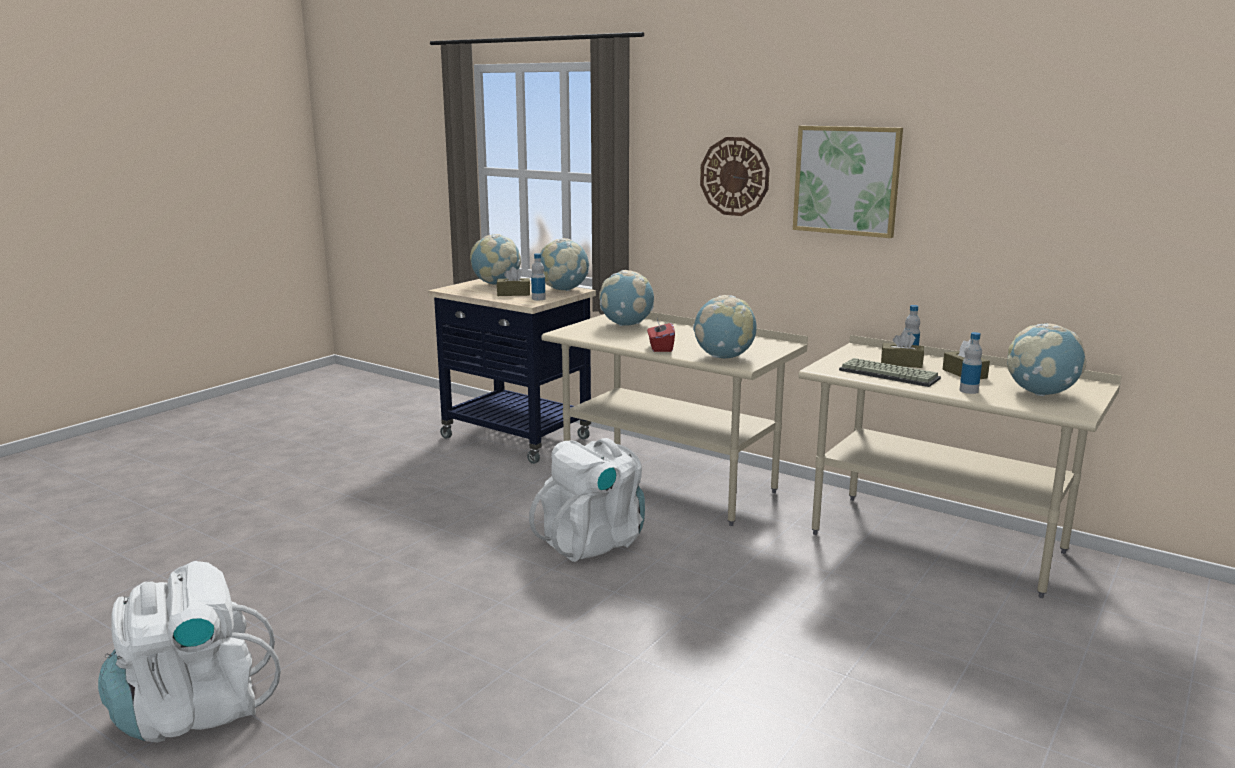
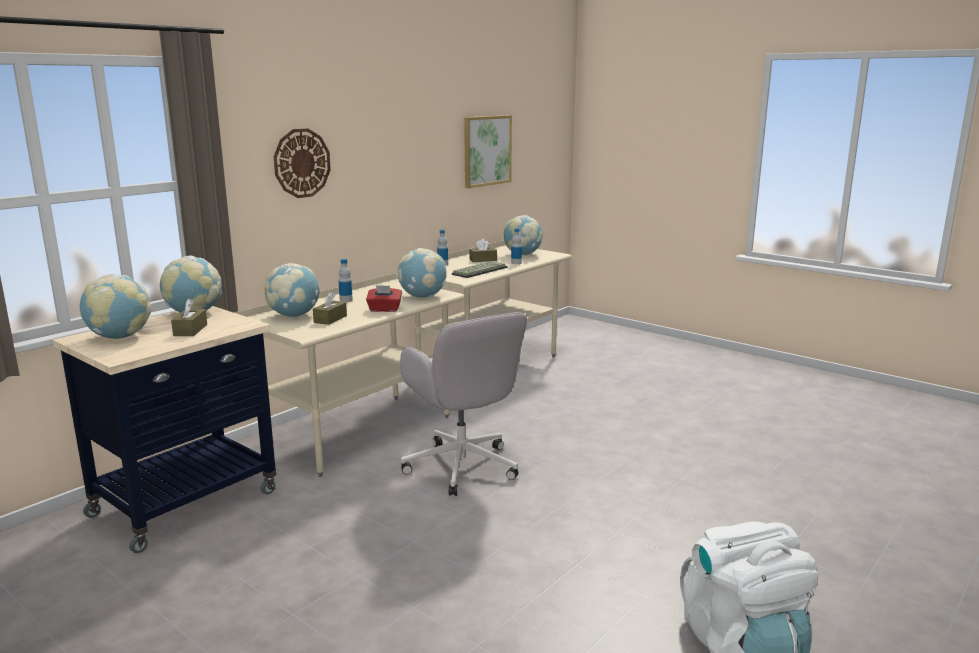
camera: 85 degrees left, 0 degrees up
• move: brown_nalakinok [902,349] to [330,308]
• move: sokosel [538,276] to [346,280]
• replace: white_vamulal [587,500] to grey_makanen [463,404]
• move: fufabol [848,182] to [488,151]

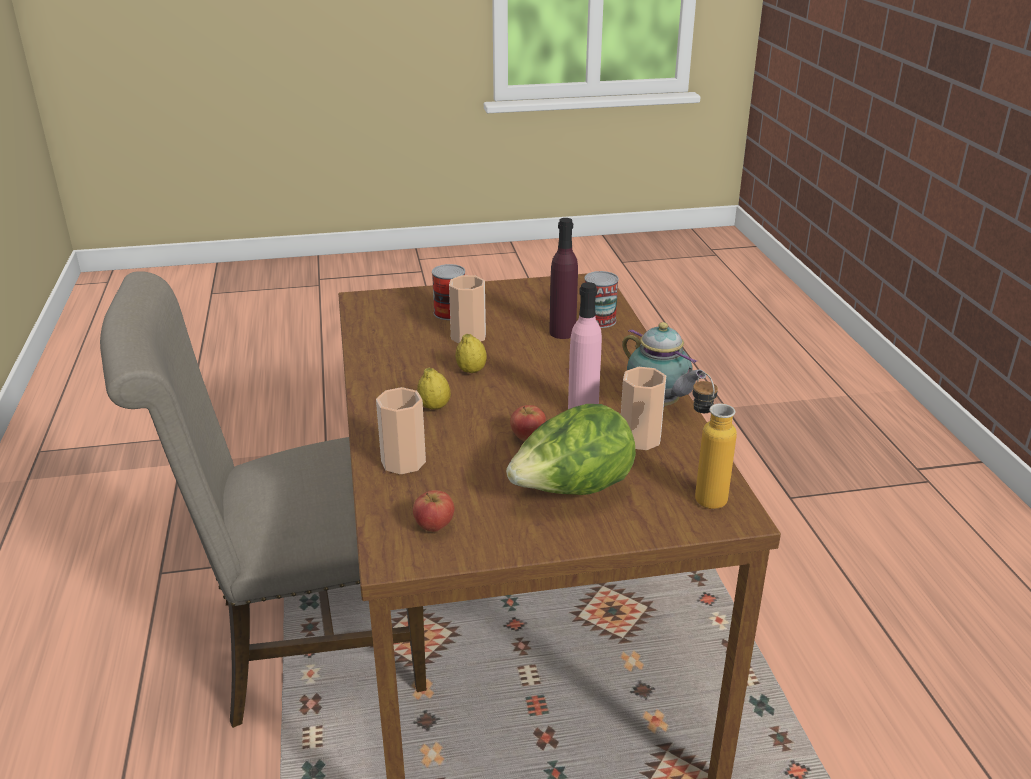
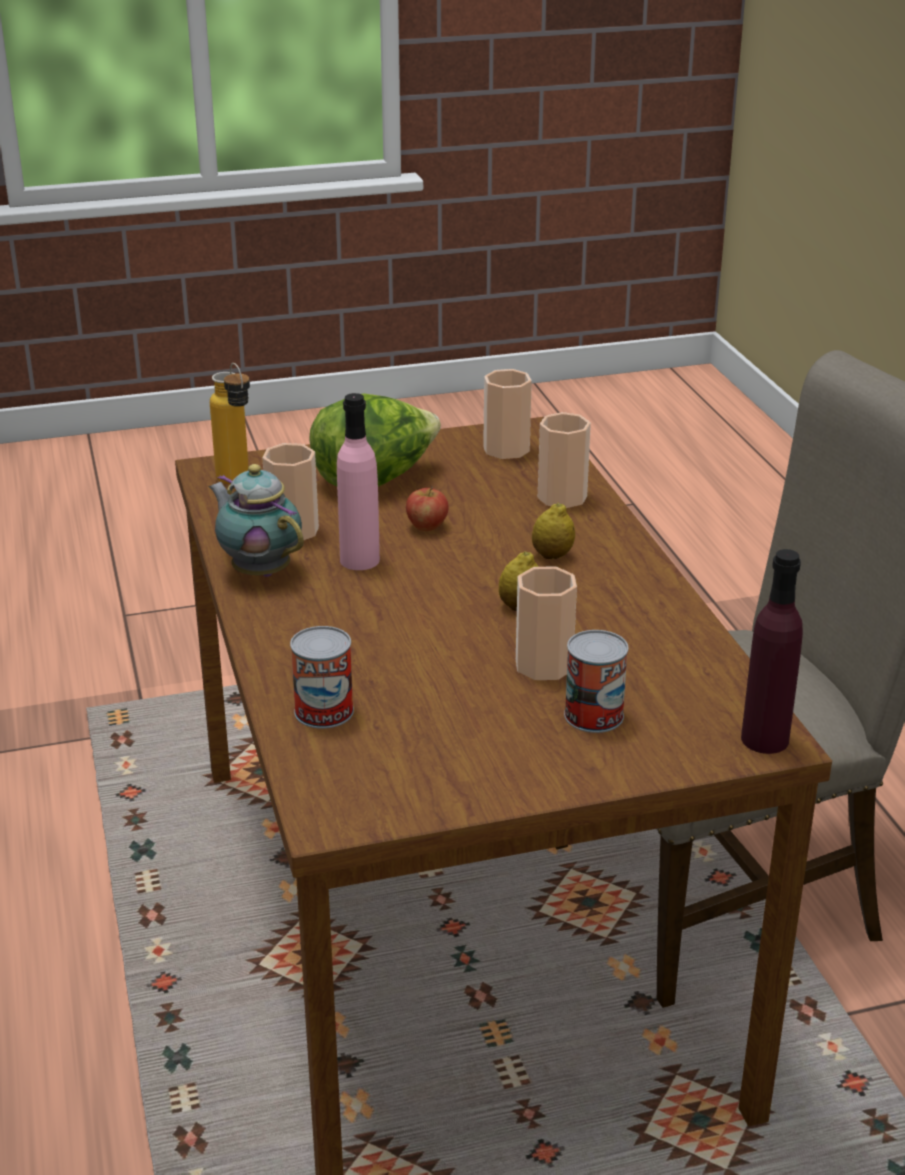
camera: 175 degrees right, 0 degrees up
• replace: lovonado [433,511] to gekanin [507,414]
• move: purple_sokosel [563,278] to [772,651]

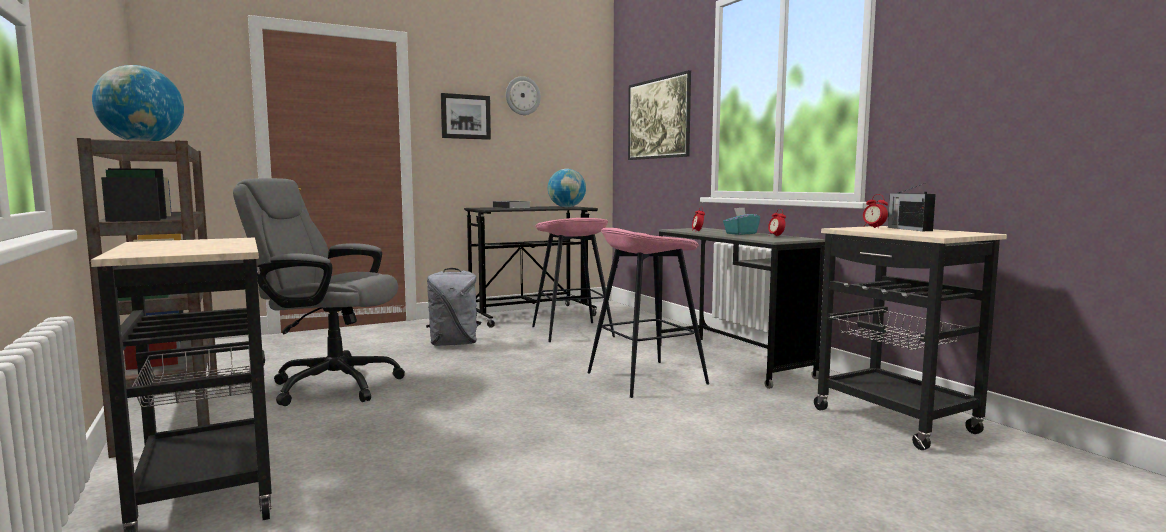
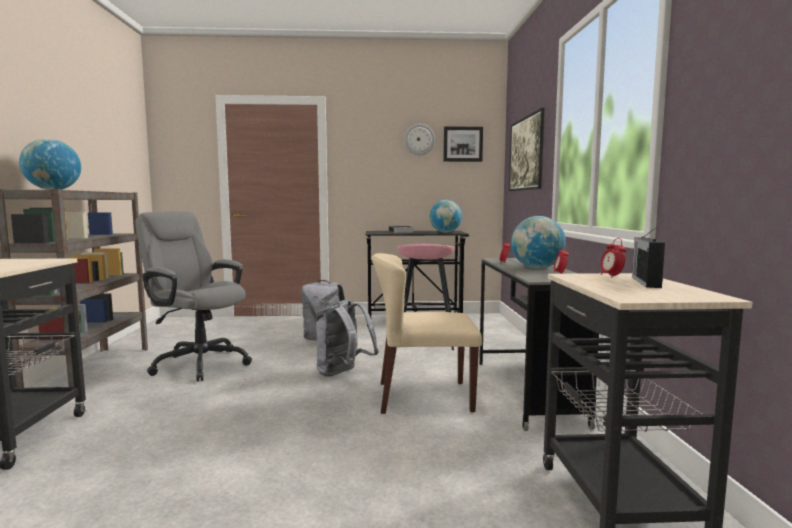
camera: 25 degrees right, 0 degrees up
• insert: grey_vamulal [347,338]
• replace: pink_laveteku [648,313] to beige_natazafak [426,333]
• move: fufabol [466,116] to [463,144]
• replace: turquoise_nalakinok [741,221] to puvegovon [538,242]

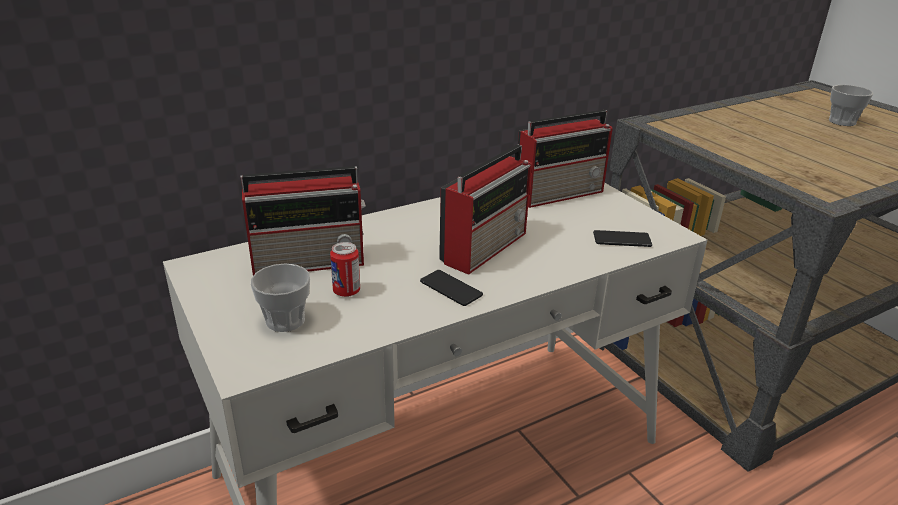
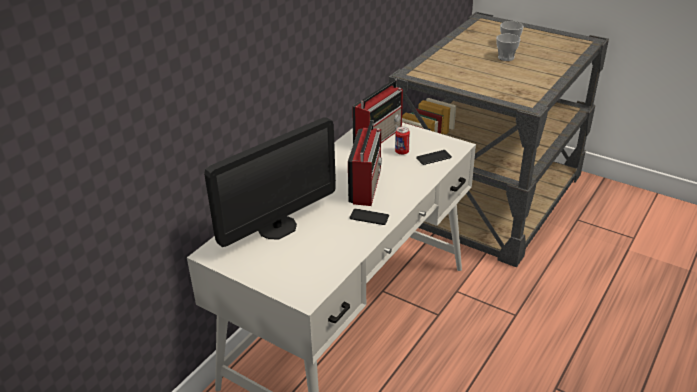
camera: 25 degrees left, 5 degrees up
• replace: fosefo [303,221] to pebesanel [270,182]
• move: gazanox [345,269] to [402,141]
• move: gekanin [280,297] to [508,47]

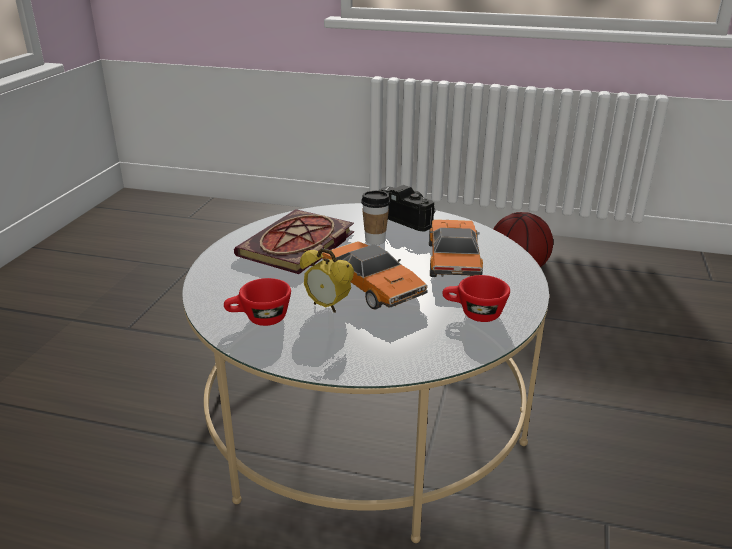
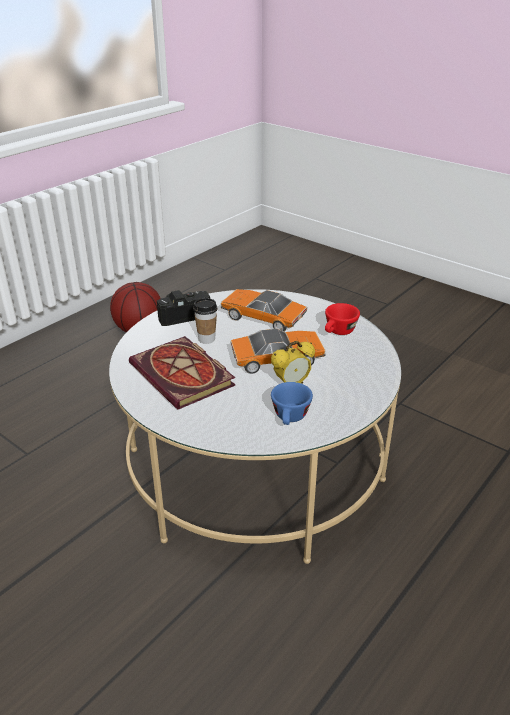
camera: 65 degrees left, 5 degrees up
• recolor: red_gekanin [257,302] to blue_gekanin [292,403]

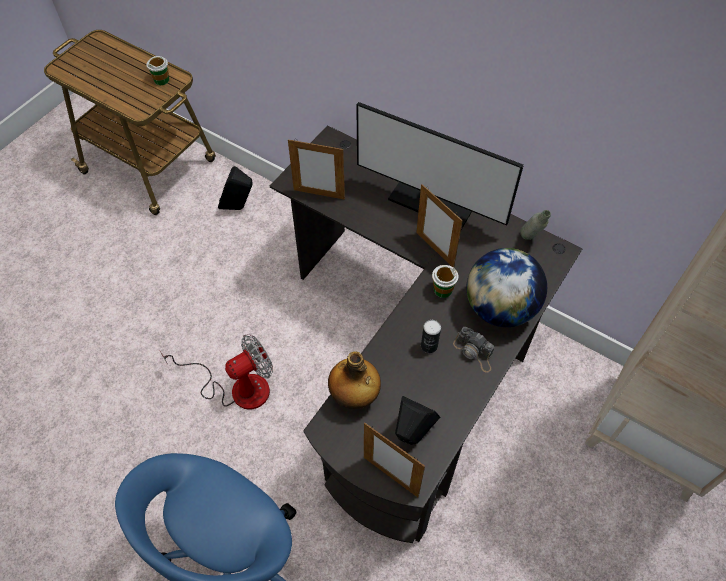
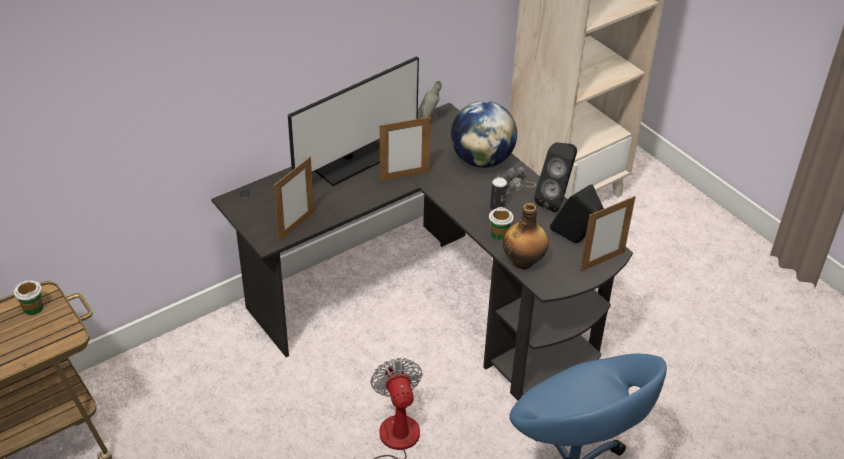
camera: 70 degrees left, 15 degrees down
• move: gekanin [445,281] to [501,223]
• move: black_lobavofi [235,188] to [555,177]

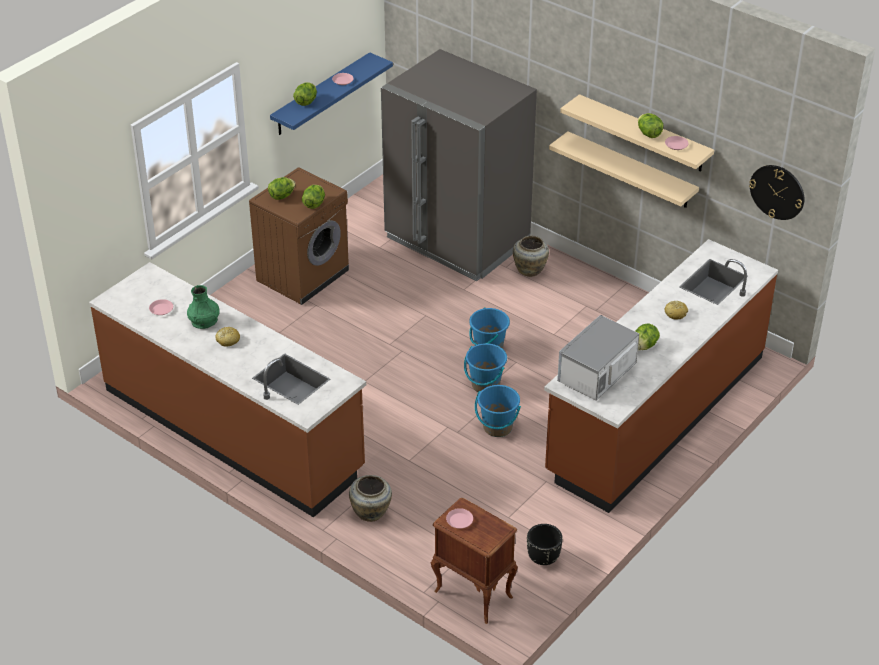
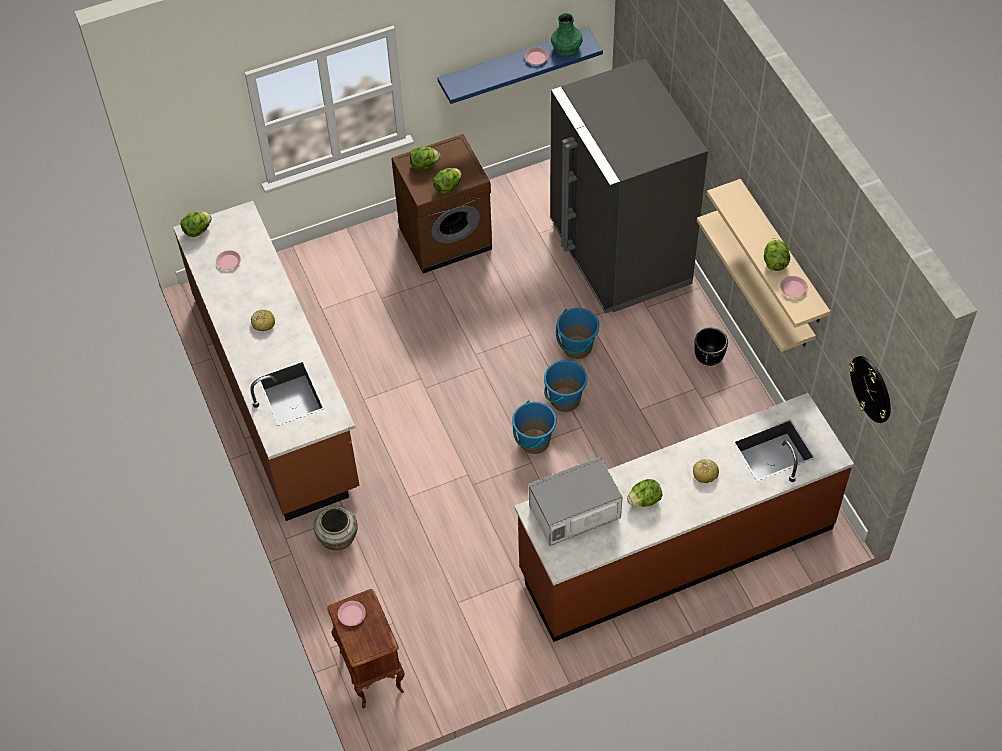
camera: 30 degrees right, 15 degrees up
• move: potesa [305,94] to [196,224]
• move: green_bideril [203,307] to [567,34]
• move: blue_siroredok [498,411] to [577,333]
• move: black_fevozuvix [545,544] to [711,346]
• delete: beige_bideril [531,256]

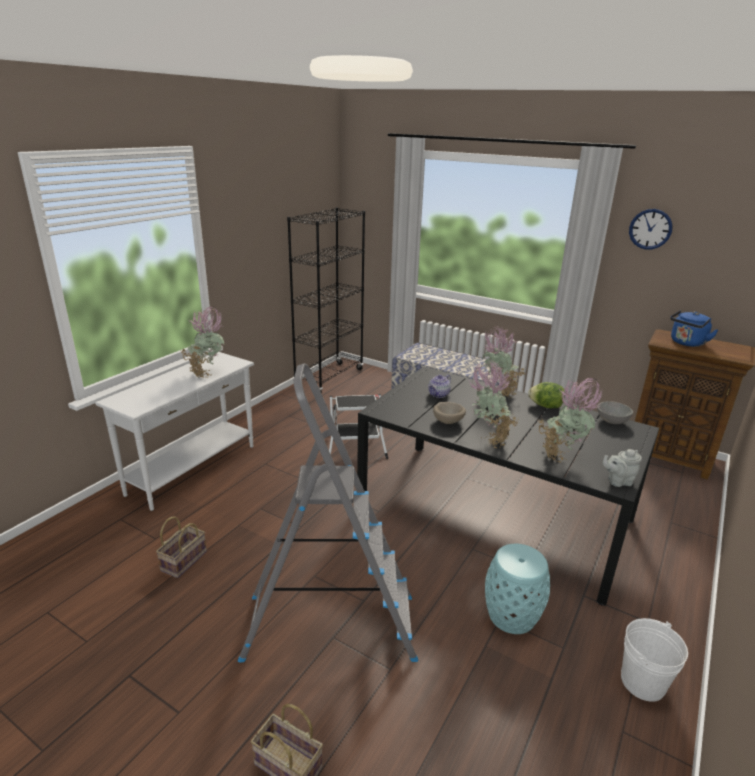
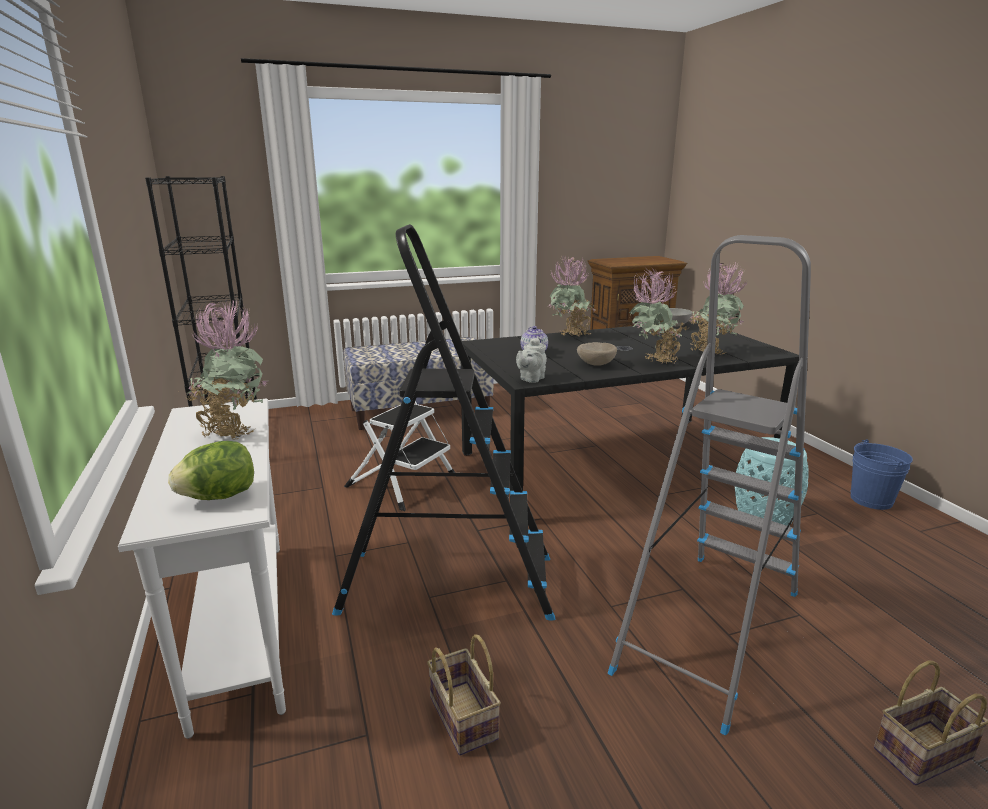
camera: 50 degrees left, 5 degrees down
• move: potesa [546,395] to [211,470]
• insert: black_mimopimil [443,422]
• move: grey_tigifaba [622,468] to [531,360]
• recolor: white_siroredok [654,660] to blue_siroredok [881,474]
• delete: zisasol [651,229]
• delete: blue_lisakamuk [694,328]

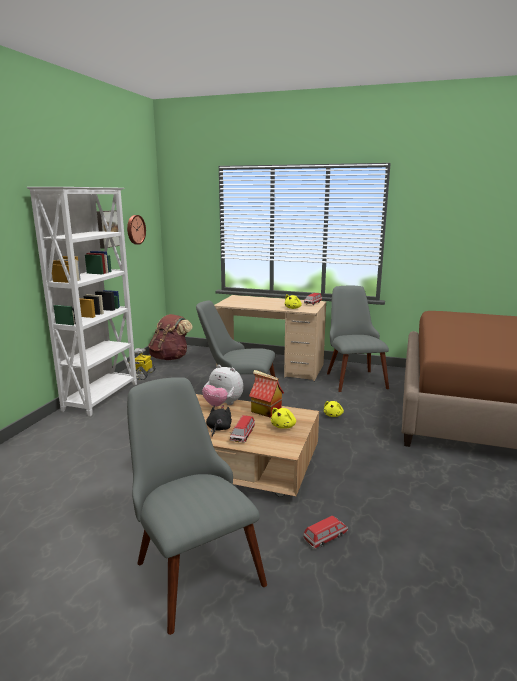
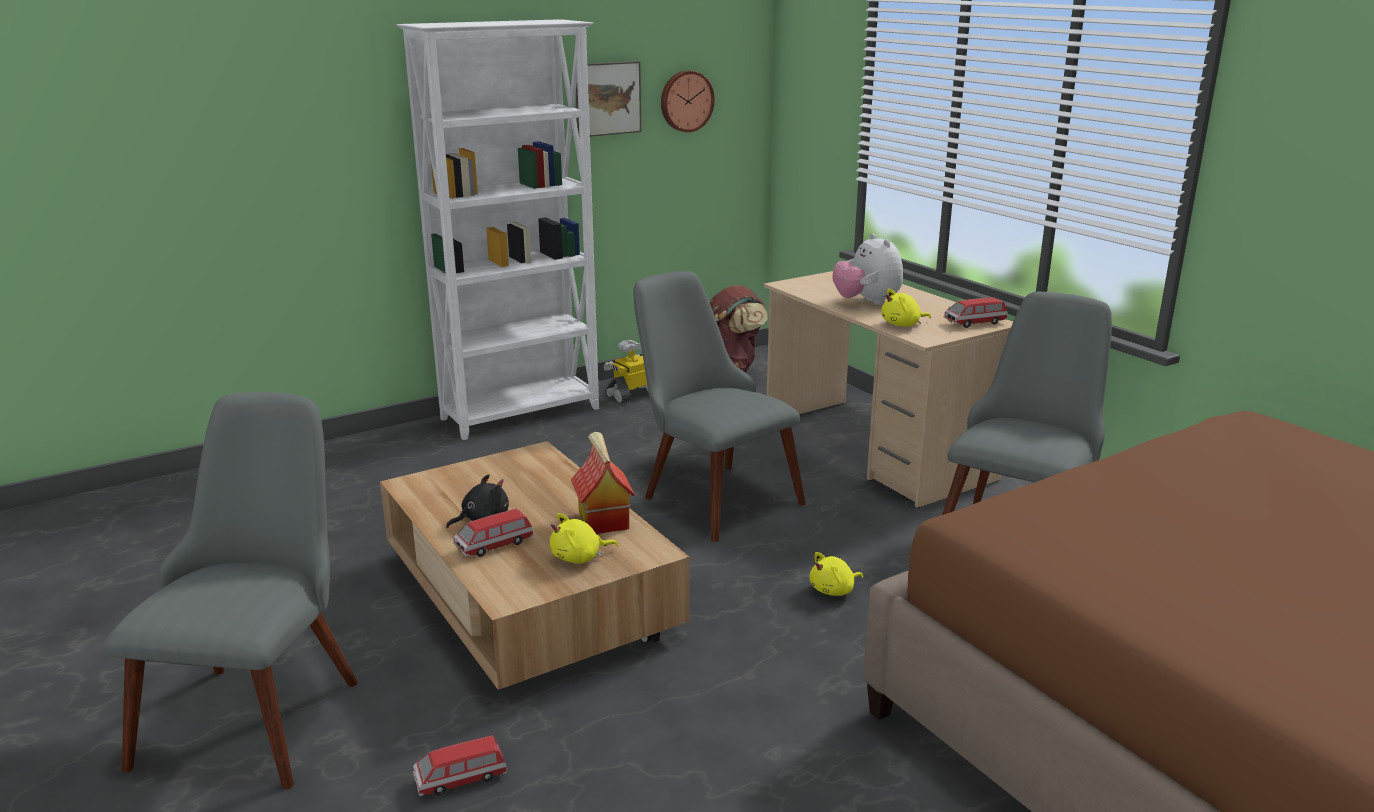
camera: 40 degrees right, 5 degrees up
• rotate: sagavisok [325,532] = [460,765] 150 degrees clockwise
• move: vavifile [222,386] to [868,269]

